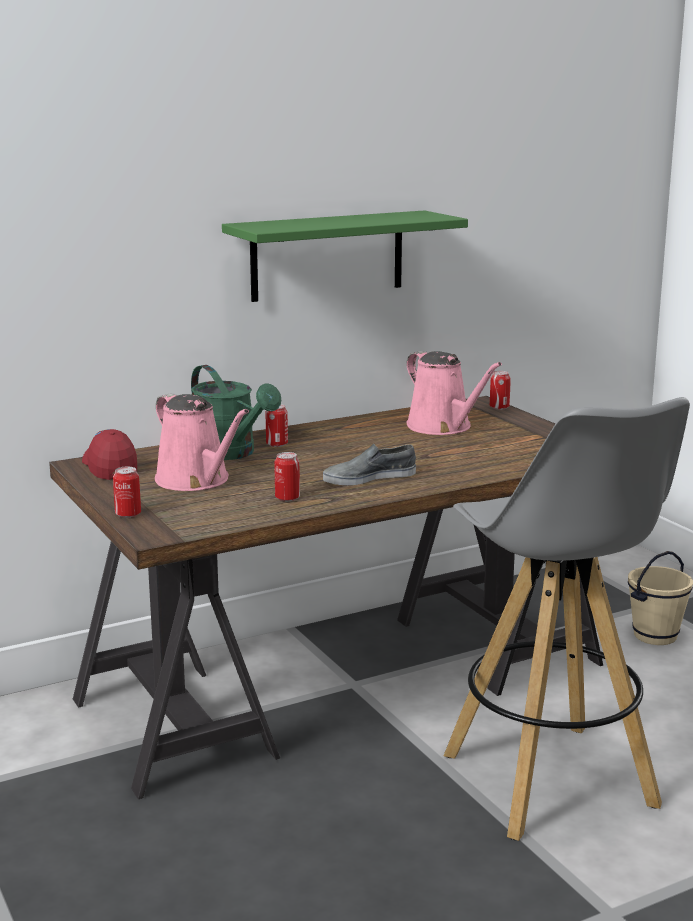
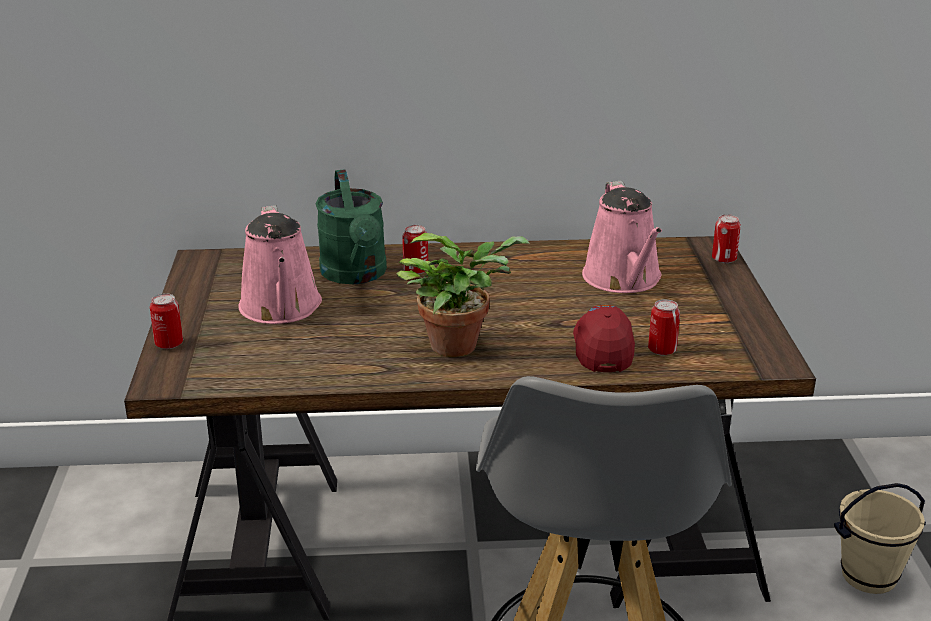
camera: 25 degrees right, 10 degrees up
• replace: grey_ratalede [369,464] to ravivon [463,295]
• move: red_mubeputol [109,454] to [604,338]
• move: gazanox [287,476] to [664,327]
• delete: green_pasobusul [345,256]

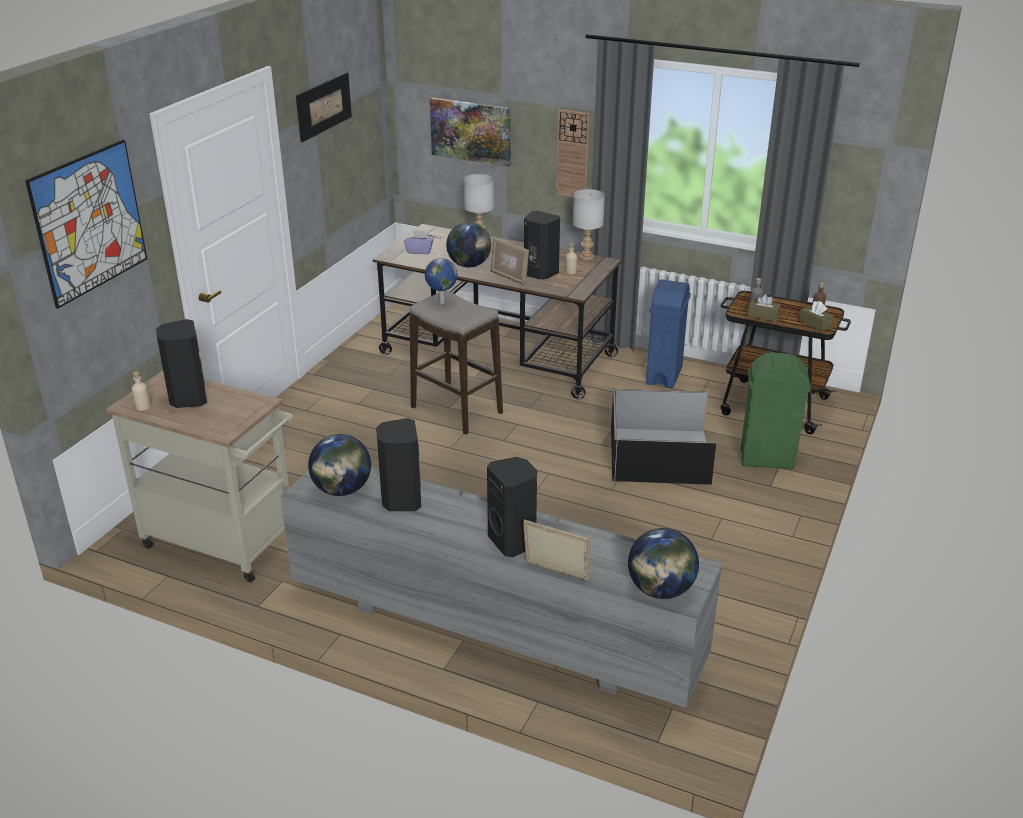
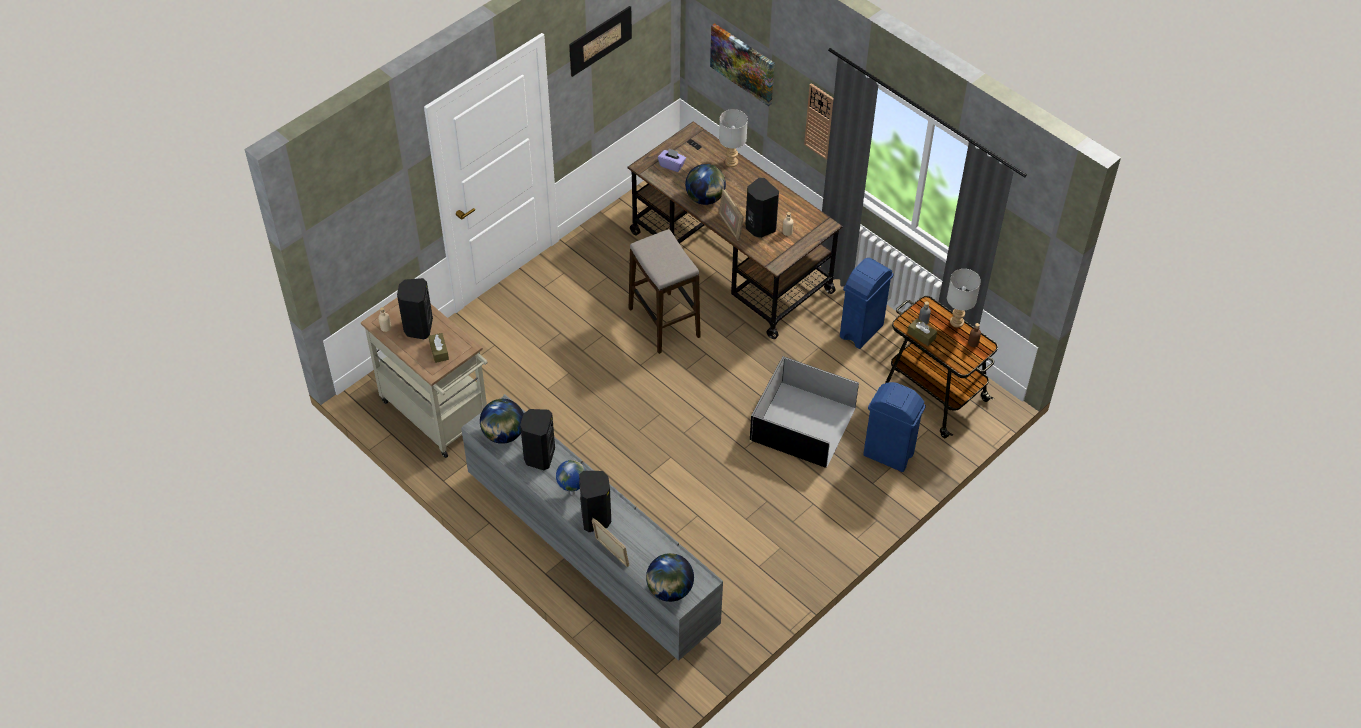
camera: 20 degrees right, 20 degrees up
• move: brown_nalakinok [816,316] to [438,348]
• move: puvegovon [441,281] to [571,477]
• recolor: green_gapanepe [776,410] to blue_gapanepe [894,427]
• move: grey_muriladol [589,225] to [964,298]
• delete: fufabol [86,224]

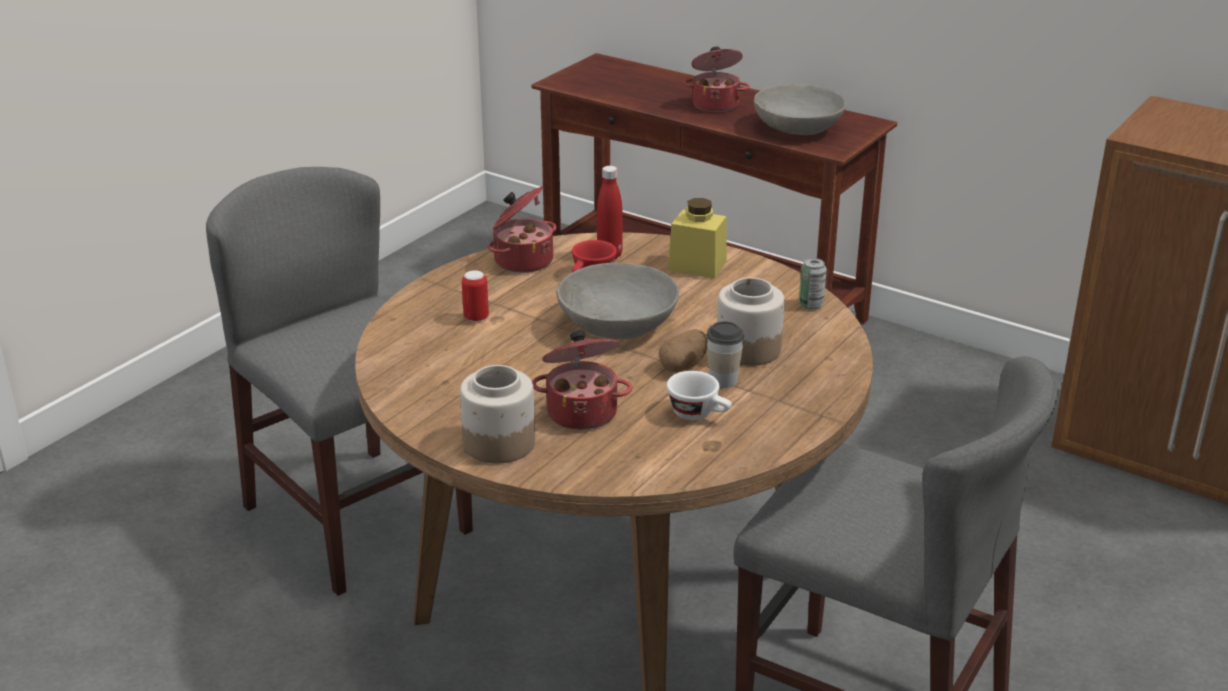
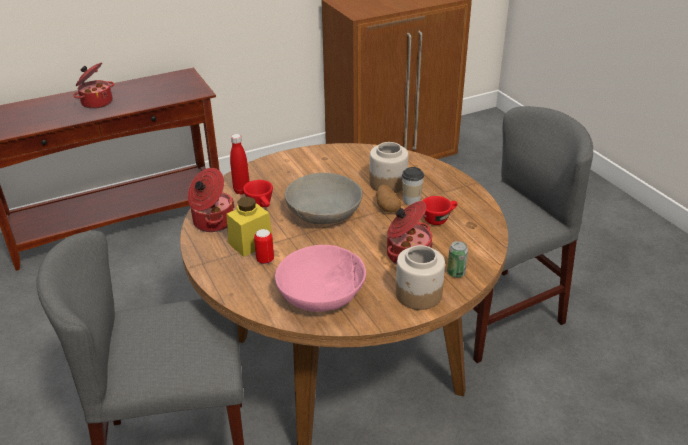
camera: 60 degrees left, 5 degrees up
• move: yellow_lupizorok [697,238] to [249,227]
• insert: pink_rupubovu [320,278]
• recolor: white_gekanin [699,395] to red_gekanin [440,210]
• move: gazanox [813,283] to [457,259]
• delete: grey_rupubovu [800,109]

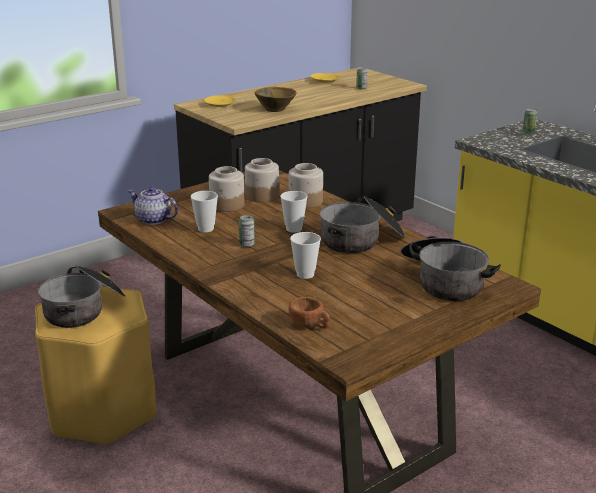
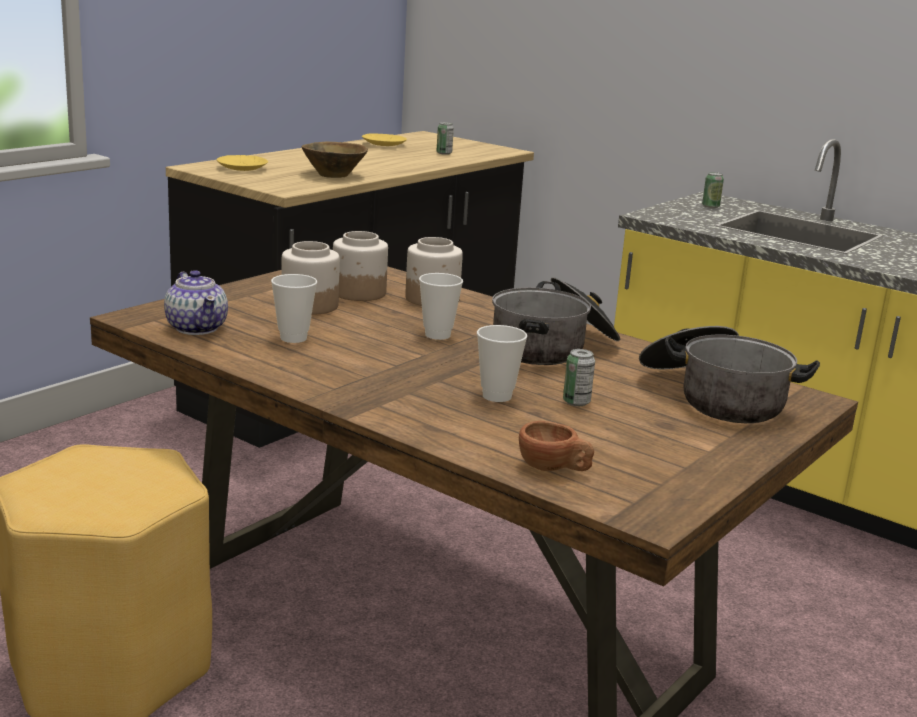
camera: 15 degrees left, 5 degrees down
• rotate: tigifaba [153,206] = [196,302] 135 degrees counterclockwise
• move: gazanox [247,231] to [579,377]
• delete: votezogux [81,297]

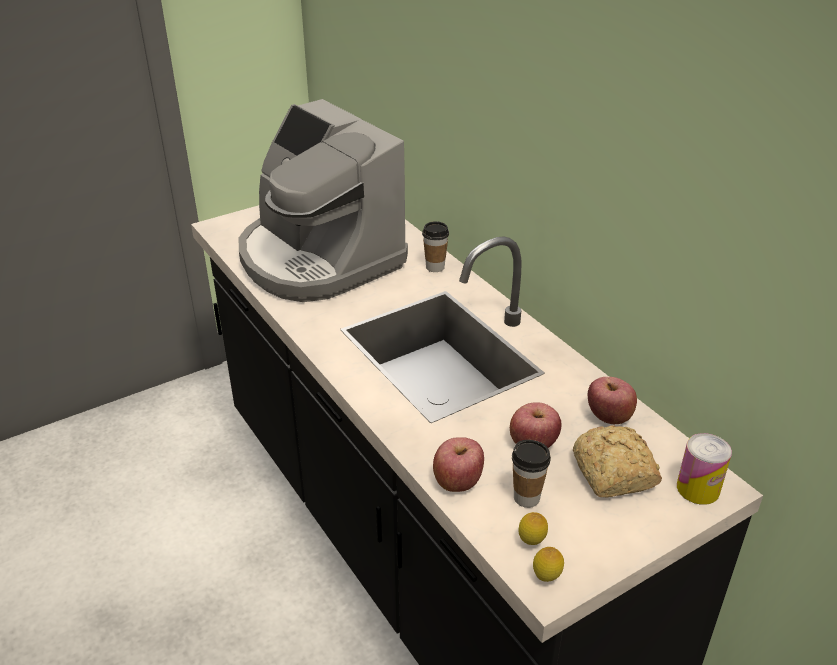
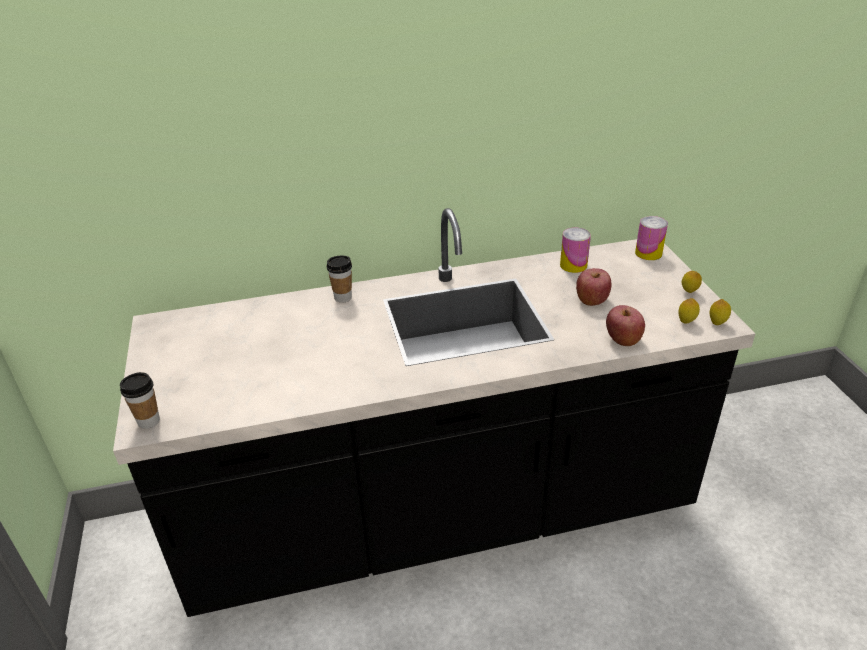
camera: 70 degrees left, 0 degrees up
• move: gekanin [531,474] to [140,400]
• replace: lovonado [612,400] to gazanox [575,250]
• insert: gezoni [692,282]
• delete: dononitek [323,200]
• delete: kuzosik [617,461]

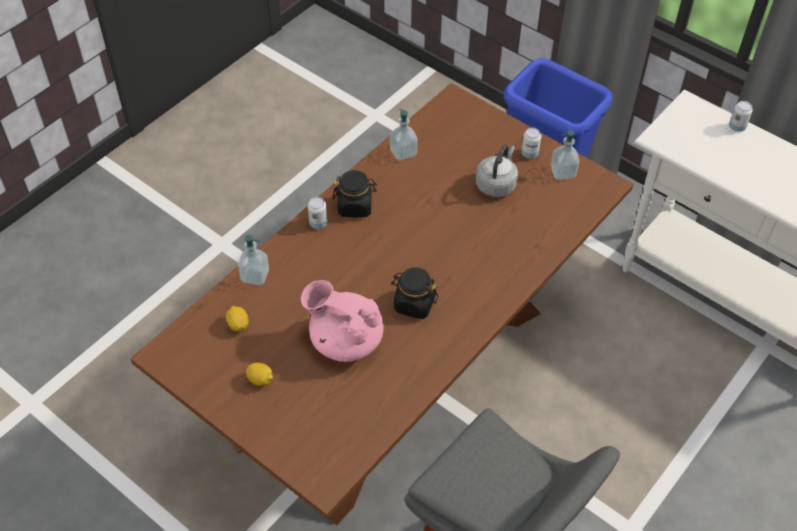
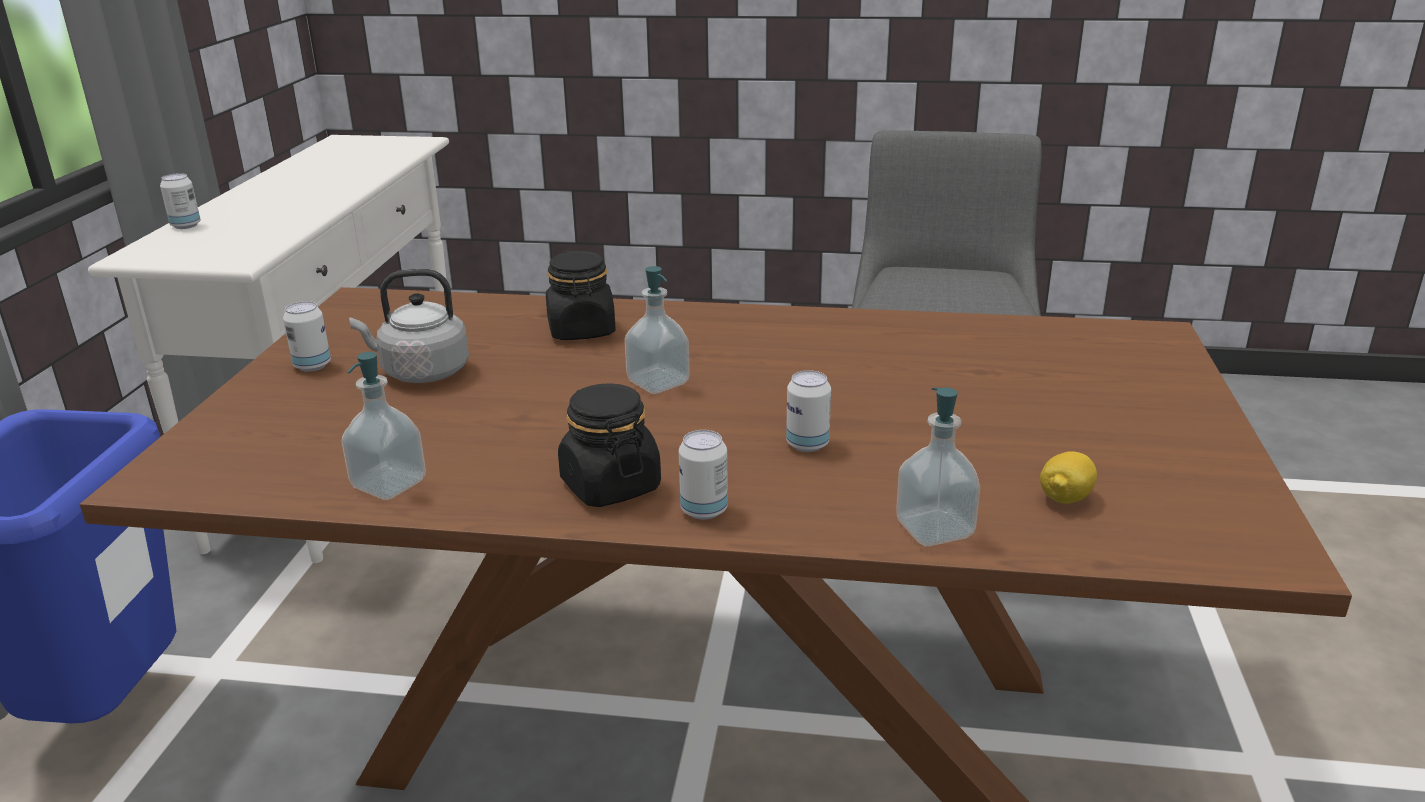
camera: 120 degrees left, 25 degrees down
• move: black_lupizorok [414,293] to [581,295]
• move: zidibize [565,155] to [657,330]
• insert: gazanox [808,411]
• delete: gezoni [259,374]
• delete: pink_tigifaba [342,321]

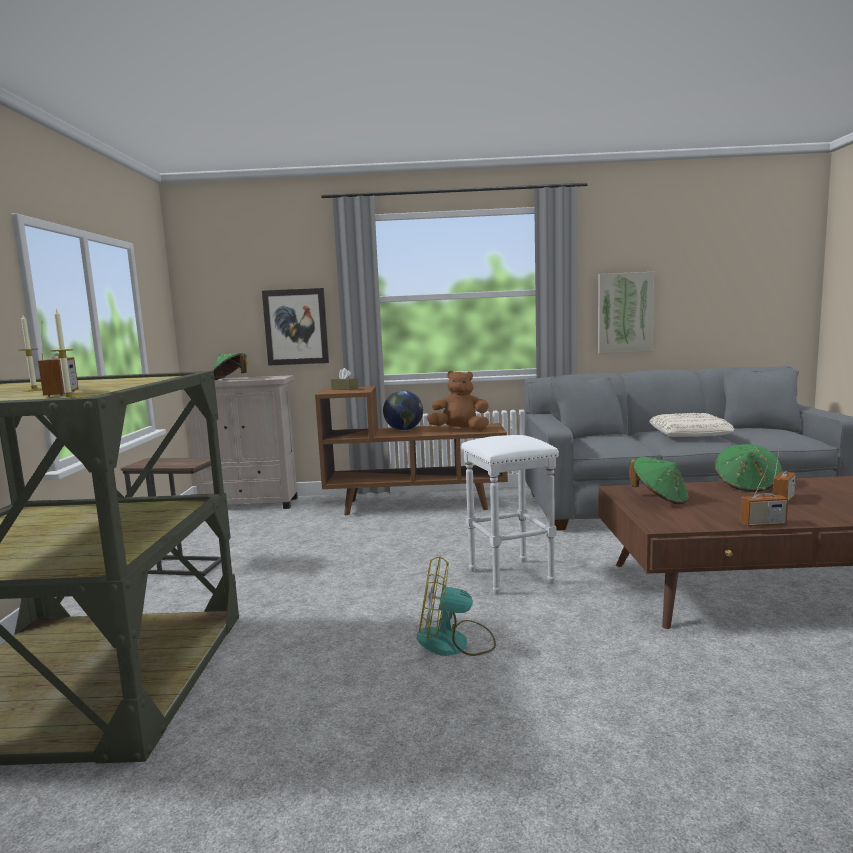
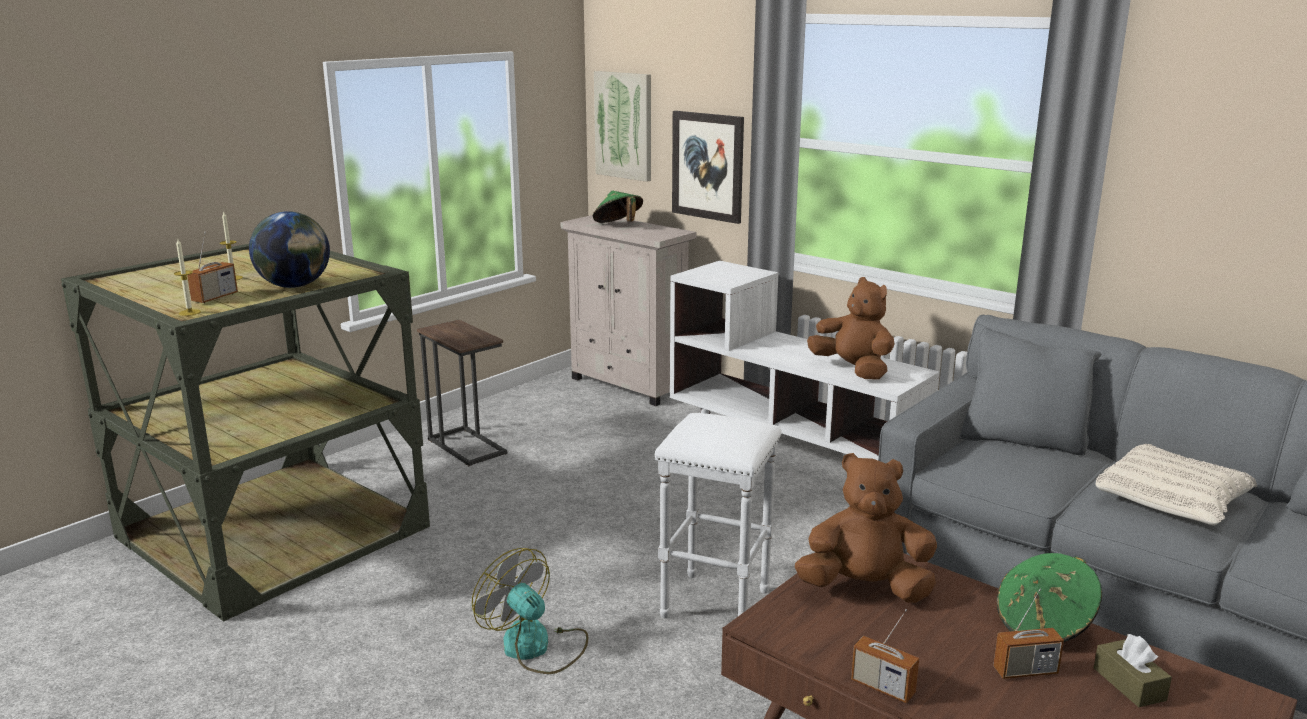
camera: 40 degrees right, 10 degrees up
• move: puvegovon [403,410] to [289,249]
• move: fufabol [626,313] to [622,126]
• recolor: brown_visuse [411,450] to white_visuse [805,360]
• replace: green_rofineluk [659,480] to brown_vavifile [866,528]
• move: brown_nalakinok [344,379] to [1133,670]

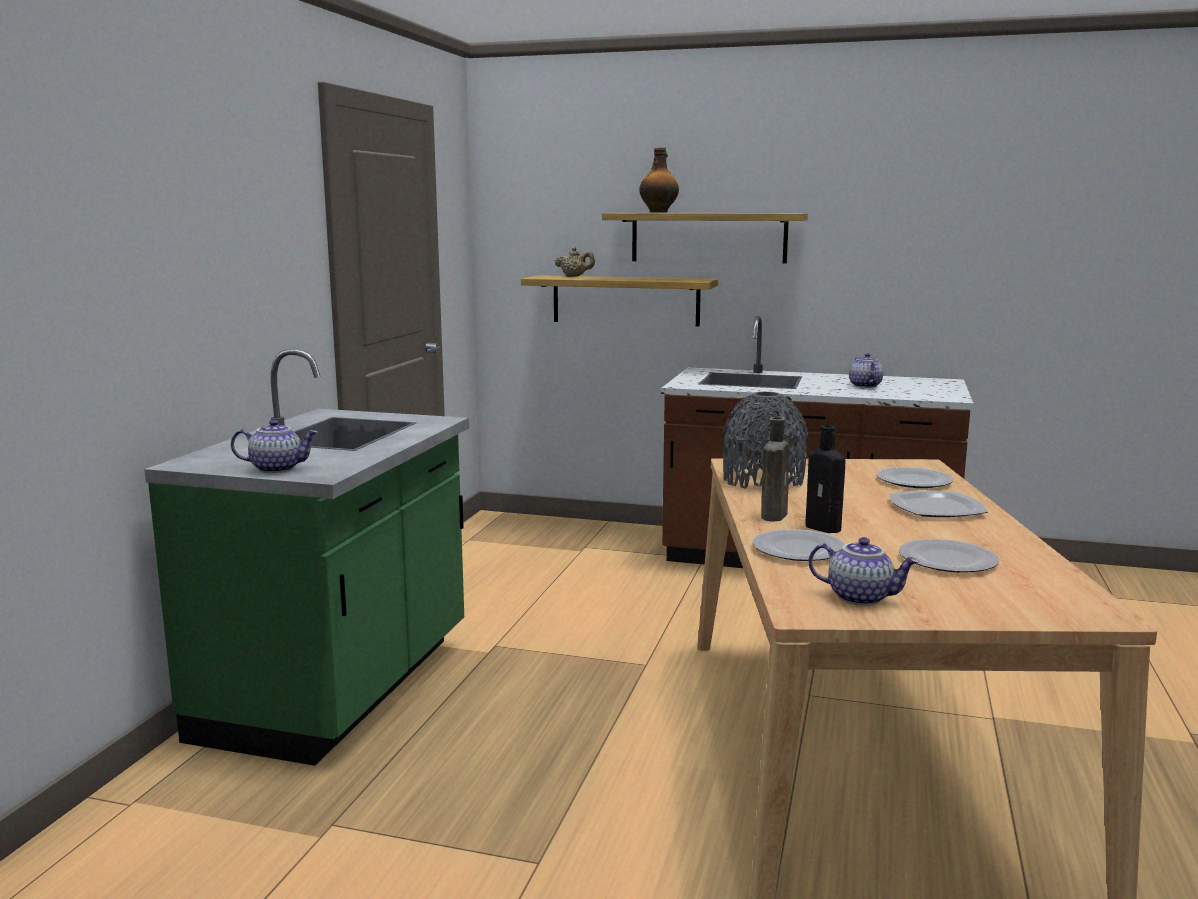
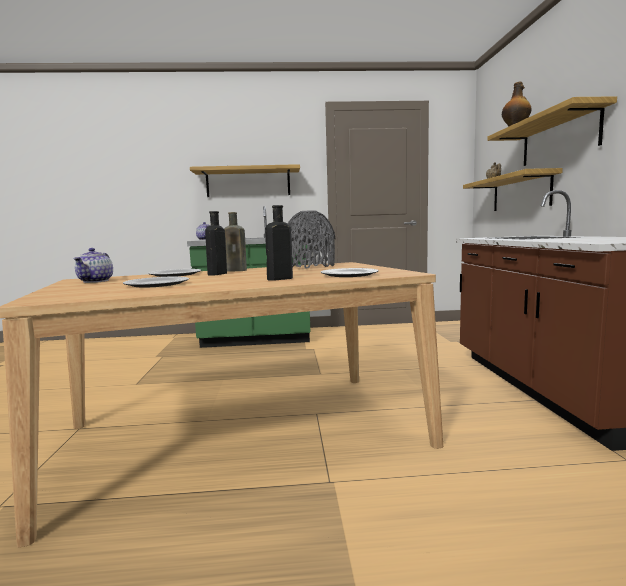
camera: 70 degrees right, 5 degrees down
• insert: pasobusul [245,180]
• replace: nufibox [938,503] to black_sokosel [279,243]
• delete: tigifaba [866,370]

